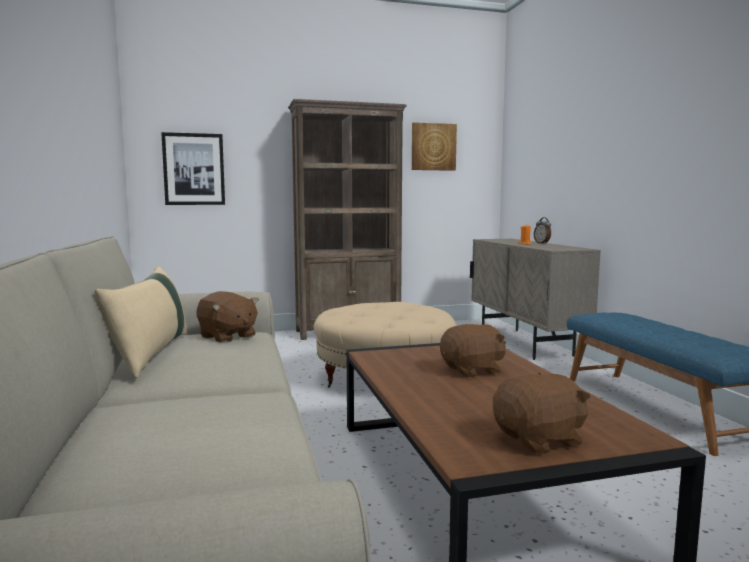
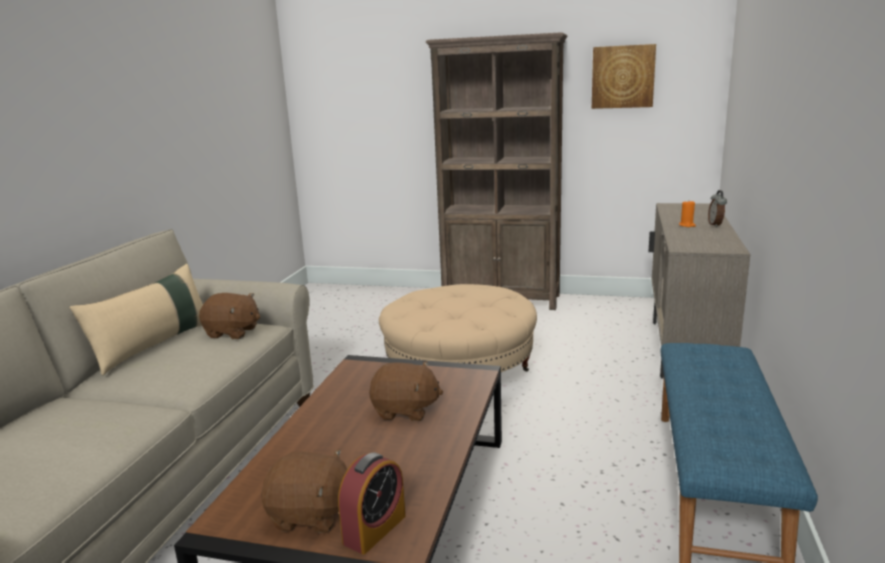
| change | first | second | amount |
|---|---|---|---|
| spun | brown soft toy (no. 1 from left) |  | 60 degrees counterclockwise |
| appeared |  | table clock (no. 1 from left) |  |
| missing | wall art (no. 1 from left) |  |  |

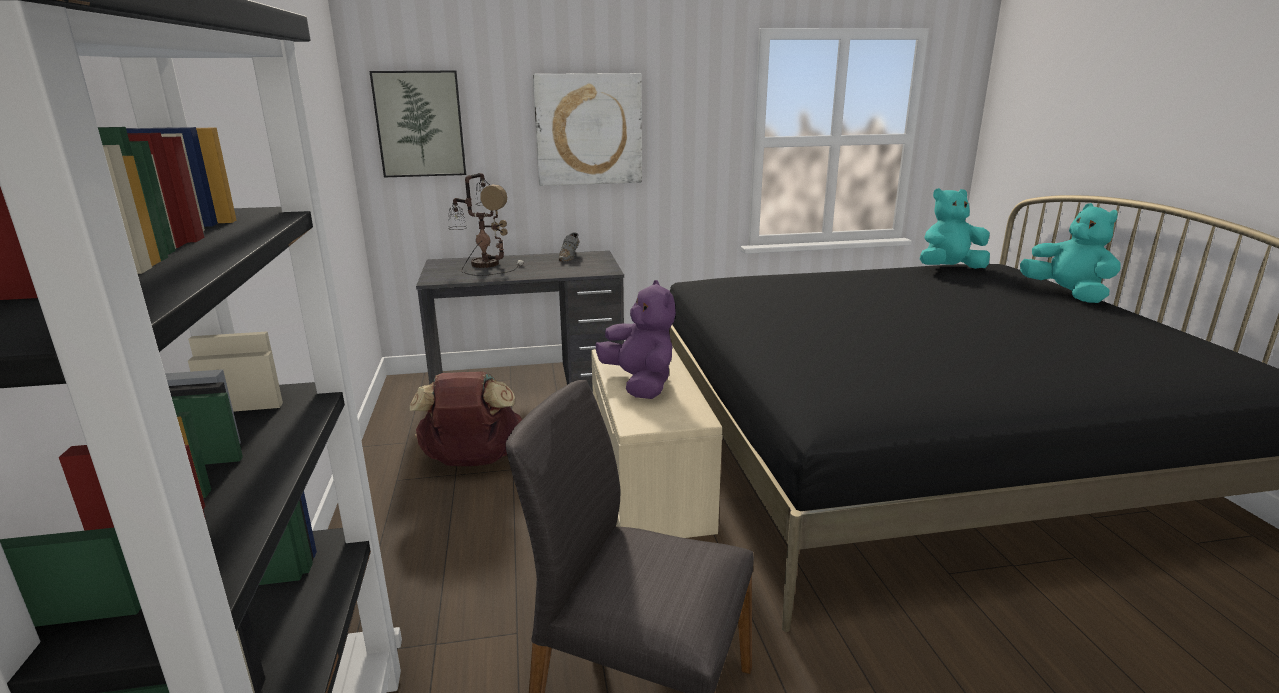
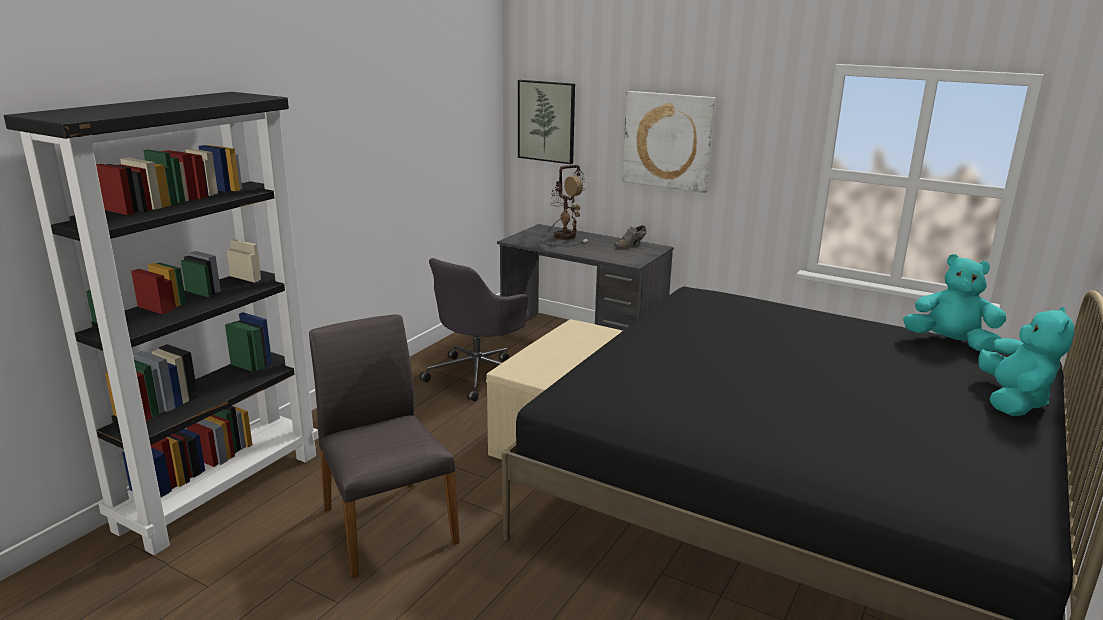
| change | first | second | amount |
|---|---|---|---|
| exchanged | brown knapsack | grey office chair |  |
| missing | purplish soft toy |  |  |

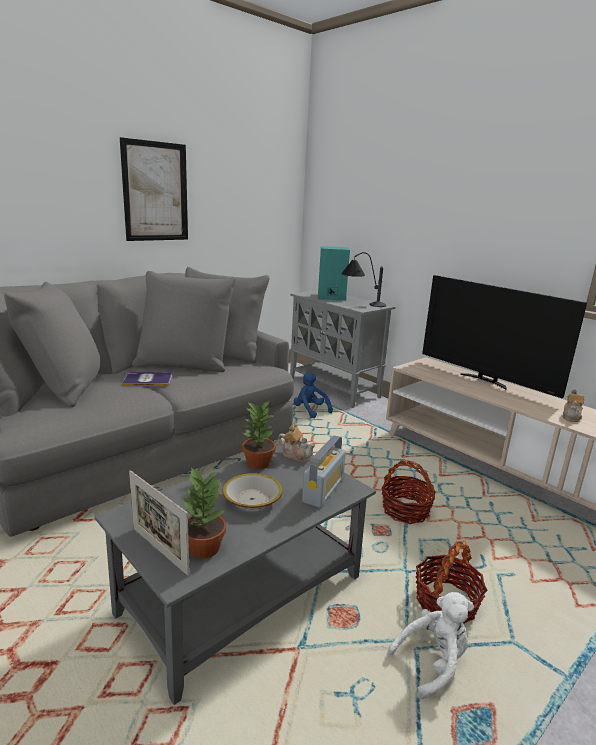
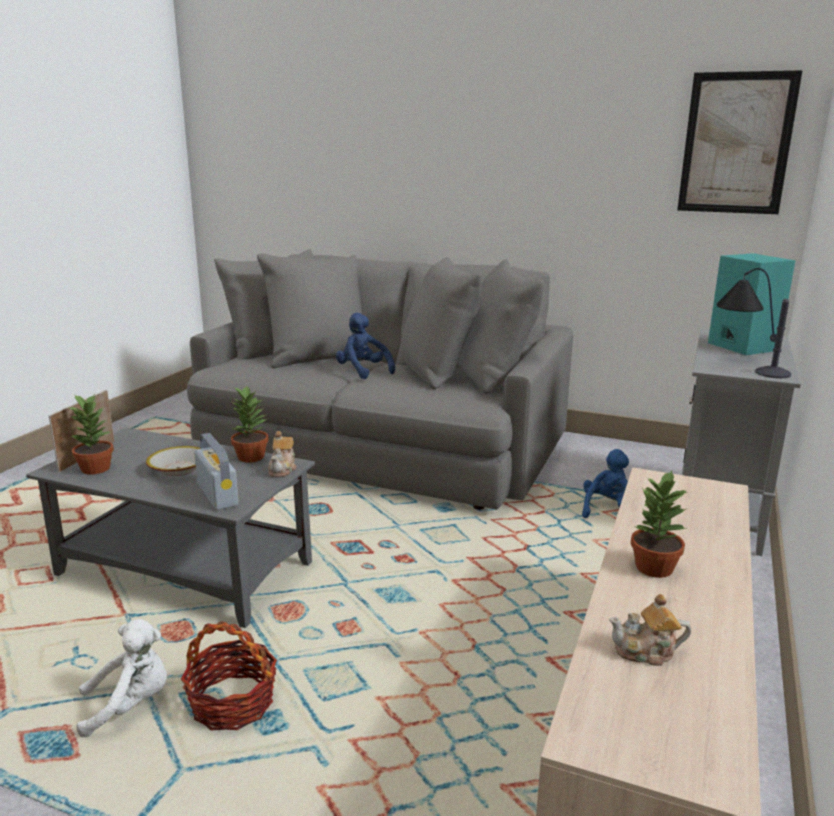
| change | first | second | amount |
|---|---|---|---|
| spun | white soft toy |  | 60 degrees counterclockwise |
| spun | radio receiver |  | 120 degrees counterclockwise |
| exchanged | book | bluish soft toy (no. 1 from left) |  |
| appeared |  | plant in a pot (no. 3 from left) |  |
| relocated | wall art |  |  |
| missing | storage basket (no. 1 from left) |  |  |
| missing | TV |  |  |

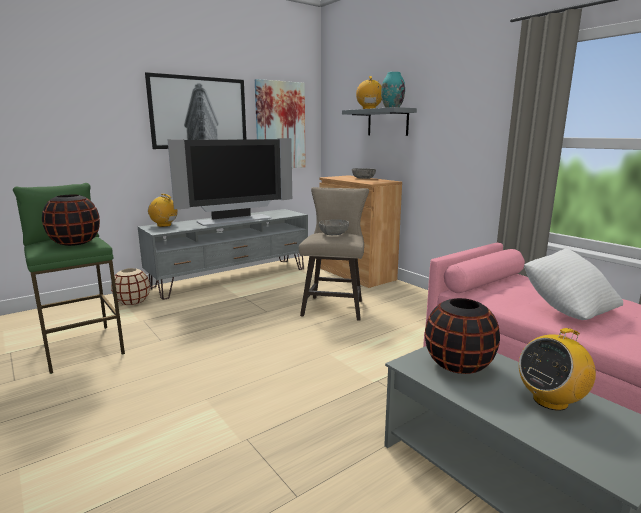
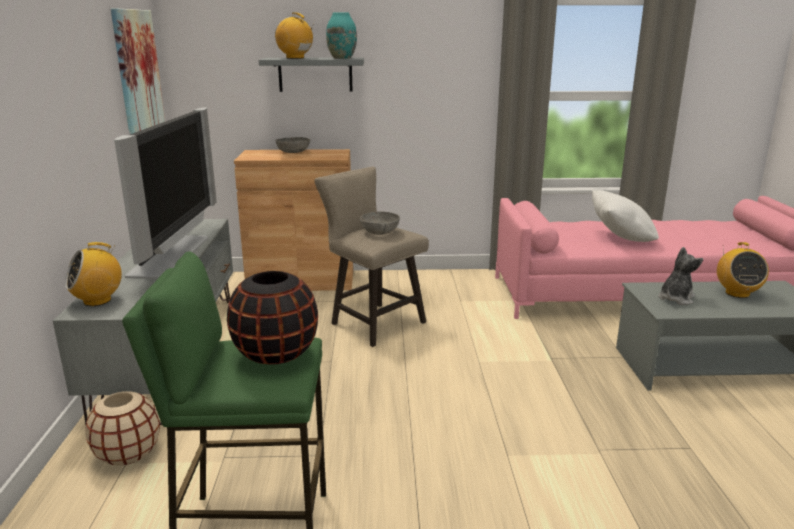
| change | first | second | amount |
|---|---|---|---|
| exchanged | black vase (no. 2 from left) | soft toy |  |
| missing | wall art (no. 1 from left) |  |  |

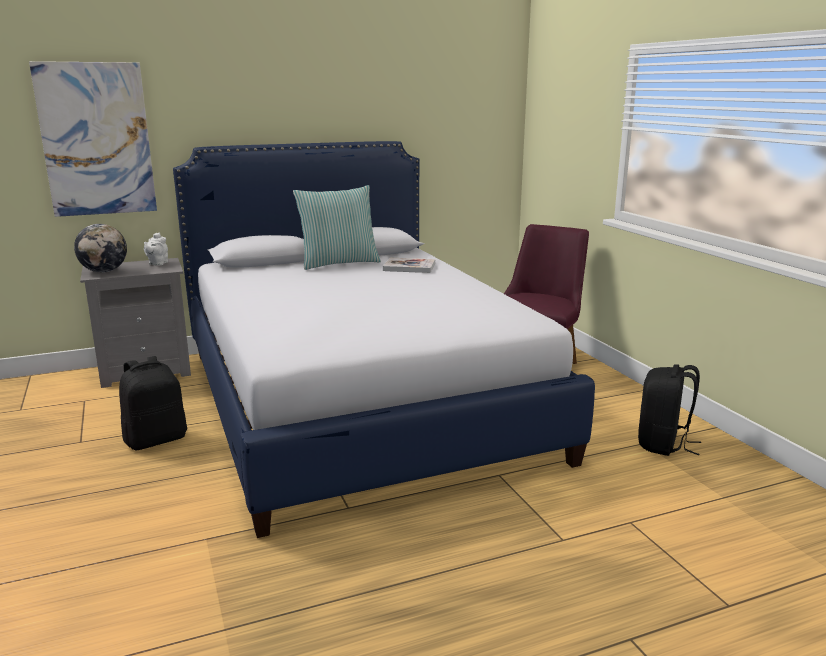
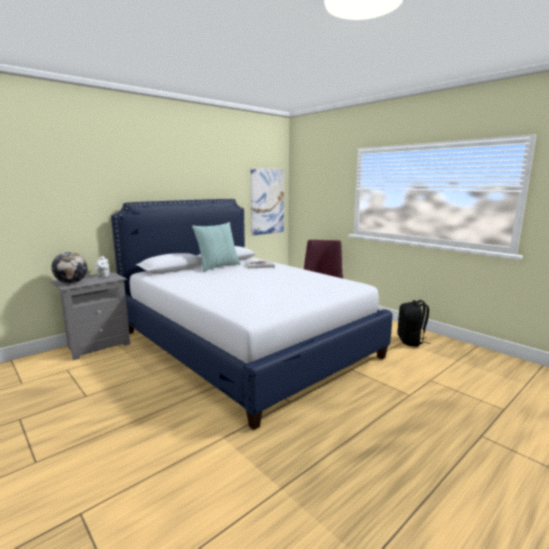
| change | first | second | amount |
|---|---|---|---|
| relocated | wall art |  |  |
| missing | black knapsack (no. 1 from left) |  |  |

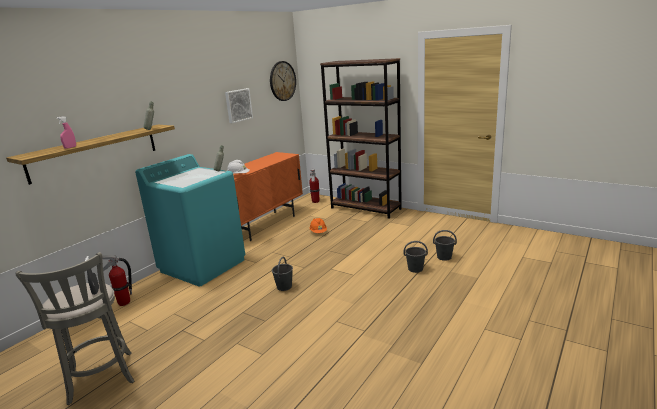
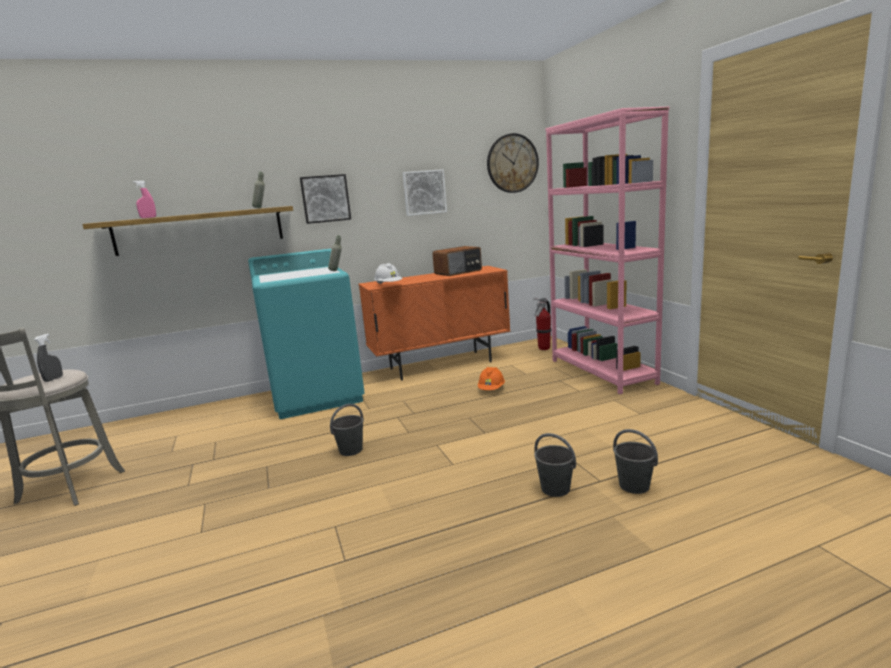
| change | first | second | amount |
|---|---|---|---|
| appeared |  | wall art (no. 1 from left) |  |
| appeared |  | radio receiver |  |
| colour | brown shelving unit | pink shelving unit |  |
| missing | fire extinguisher (no. 1 from left) |  |  |

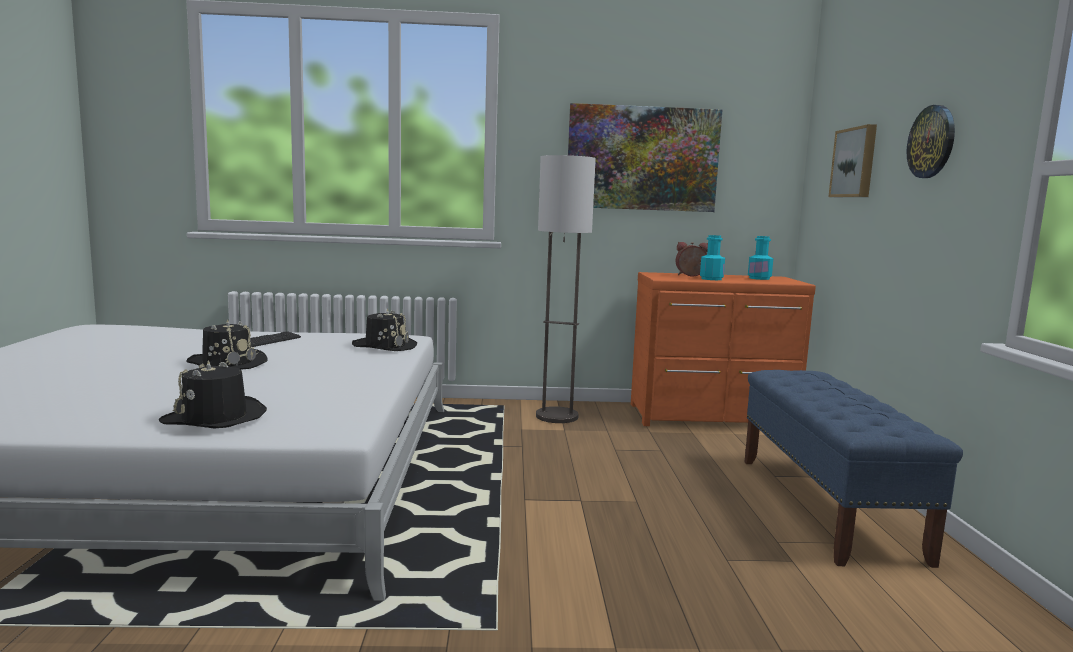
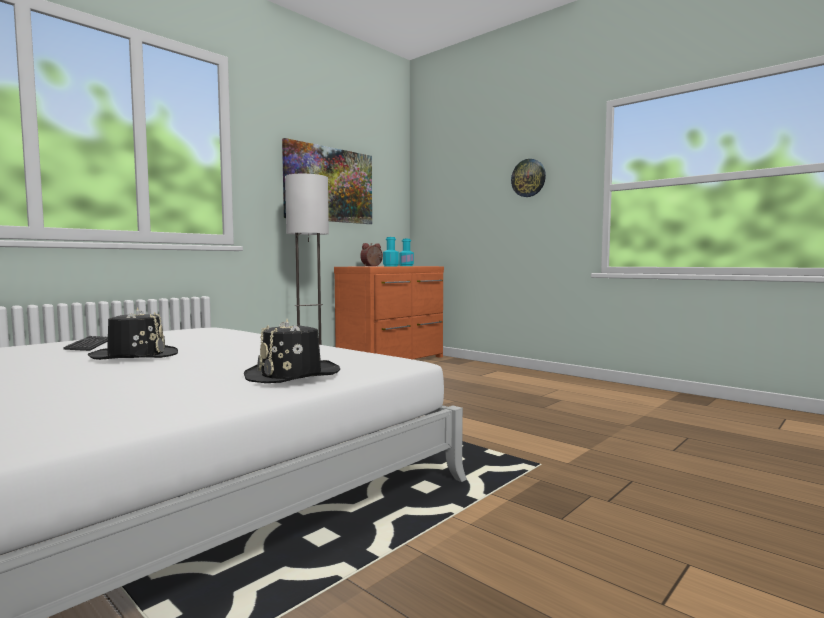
| change | first | second | amount |
|---|---|---|---|
| missing | black hat (no. 3 from left) |  |  |
| missing | bluish indoor bench |  |  |
| missing | wall art (no. 2 from left) |  |  |

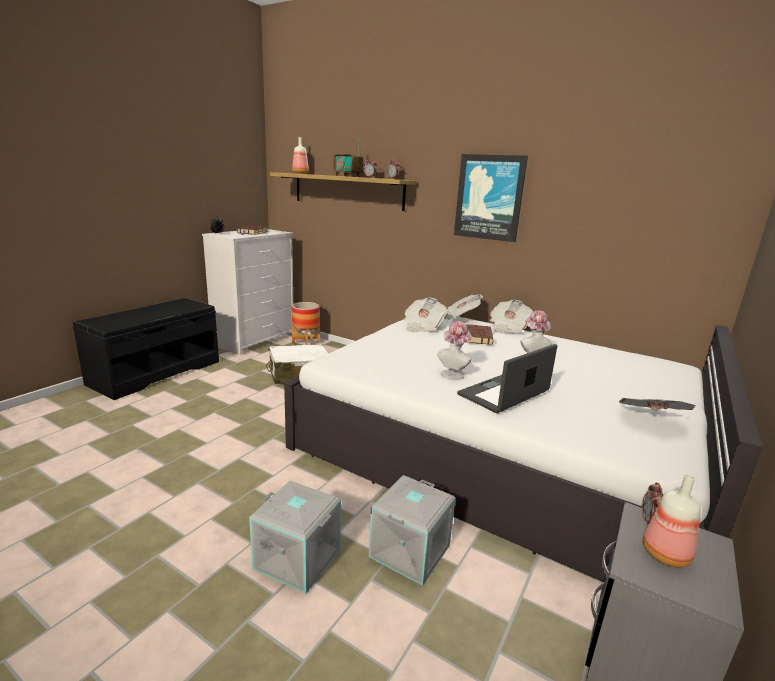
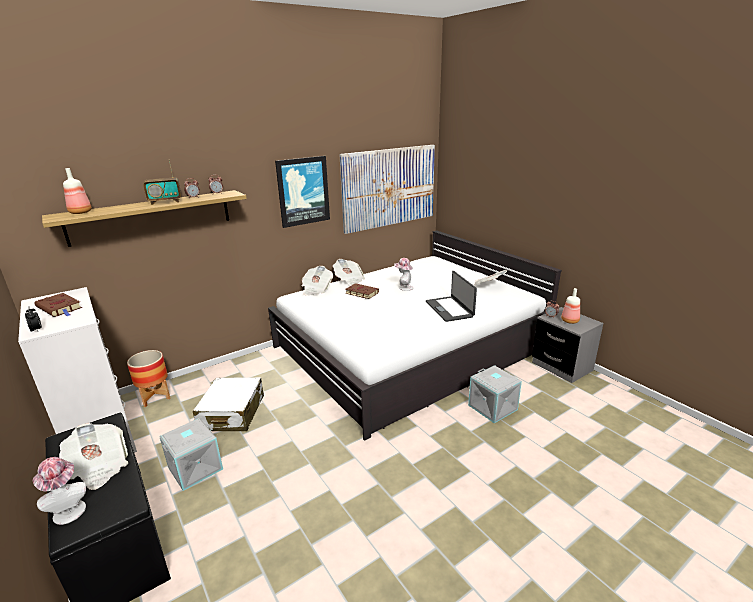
| change | first | second | amount |
|---|---|---|---|
| relocated | hat (no. 1 from left) |  |  |
| relocated | daily paper (no. 1 from left) |  |  |
| relocated | grey storage box (no. 1 from left) |  |  |
| appeared |  | wall art (no. 2 from left) |  |

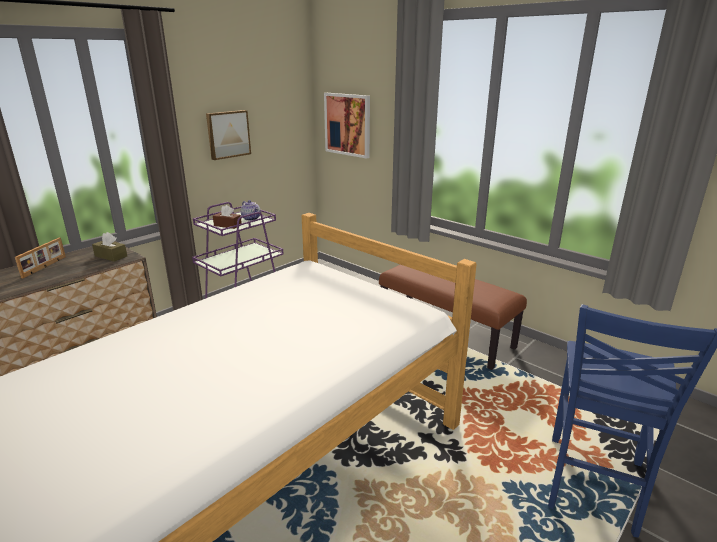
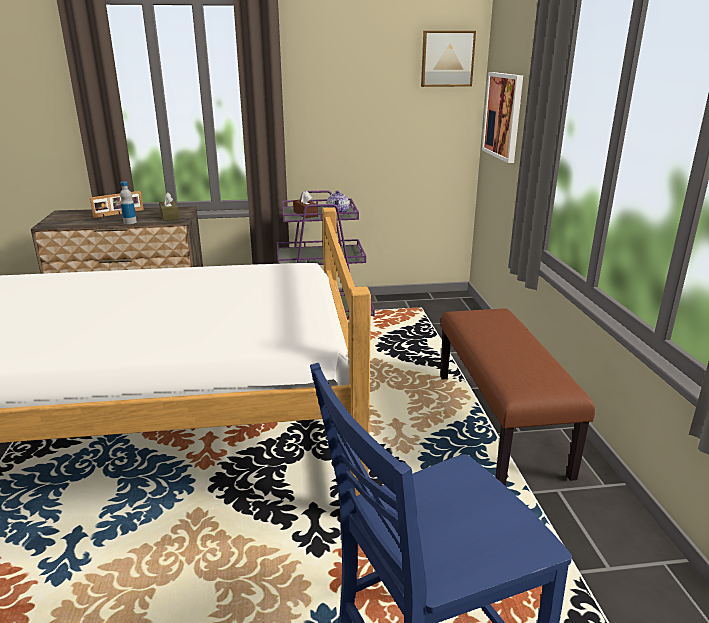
| change | first | second | amount |
|---|---|---|---|
| appeared |  | drink bottle |  |
| relocated | wall art (no. 1 from left) |  |  |

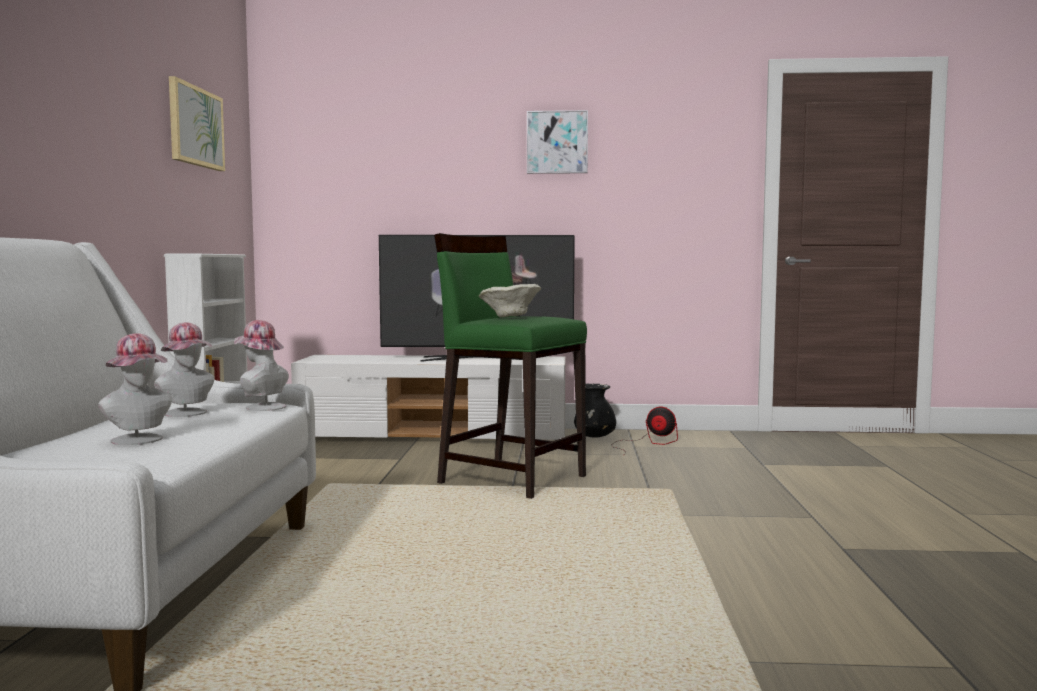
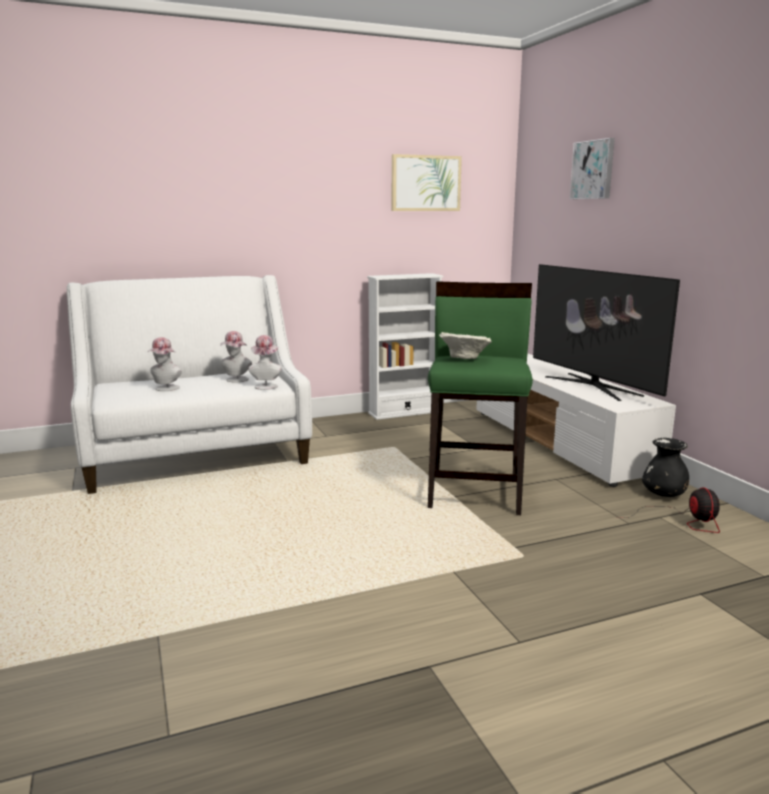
| change | first | second | amount |
|---|---|---|---|
| relocated | wall art (no. 2 from left) |  |  |

